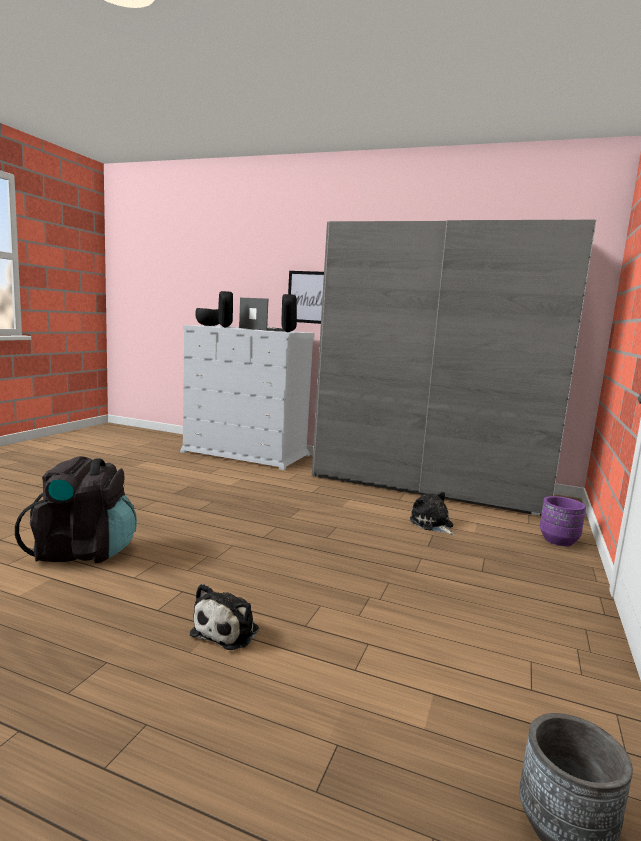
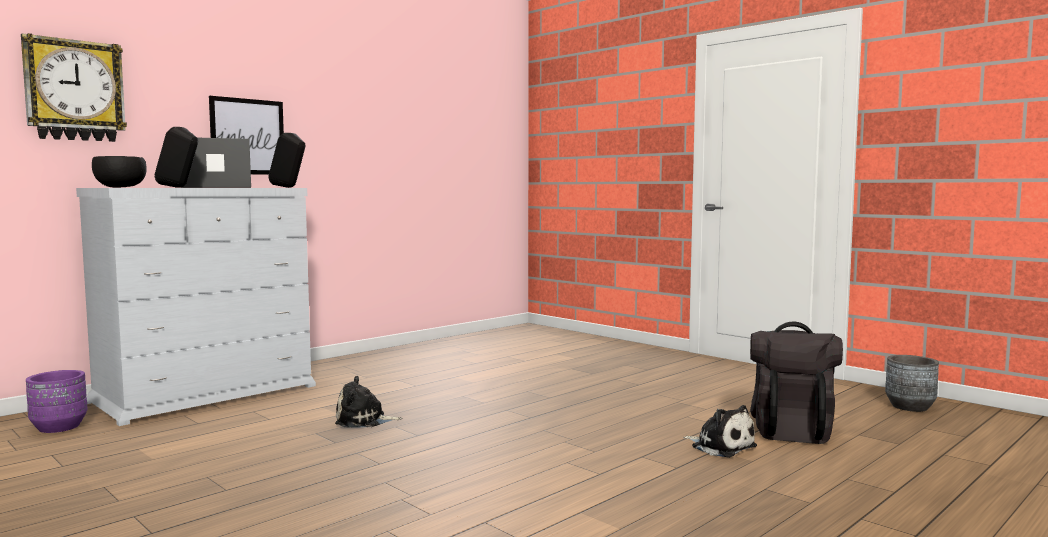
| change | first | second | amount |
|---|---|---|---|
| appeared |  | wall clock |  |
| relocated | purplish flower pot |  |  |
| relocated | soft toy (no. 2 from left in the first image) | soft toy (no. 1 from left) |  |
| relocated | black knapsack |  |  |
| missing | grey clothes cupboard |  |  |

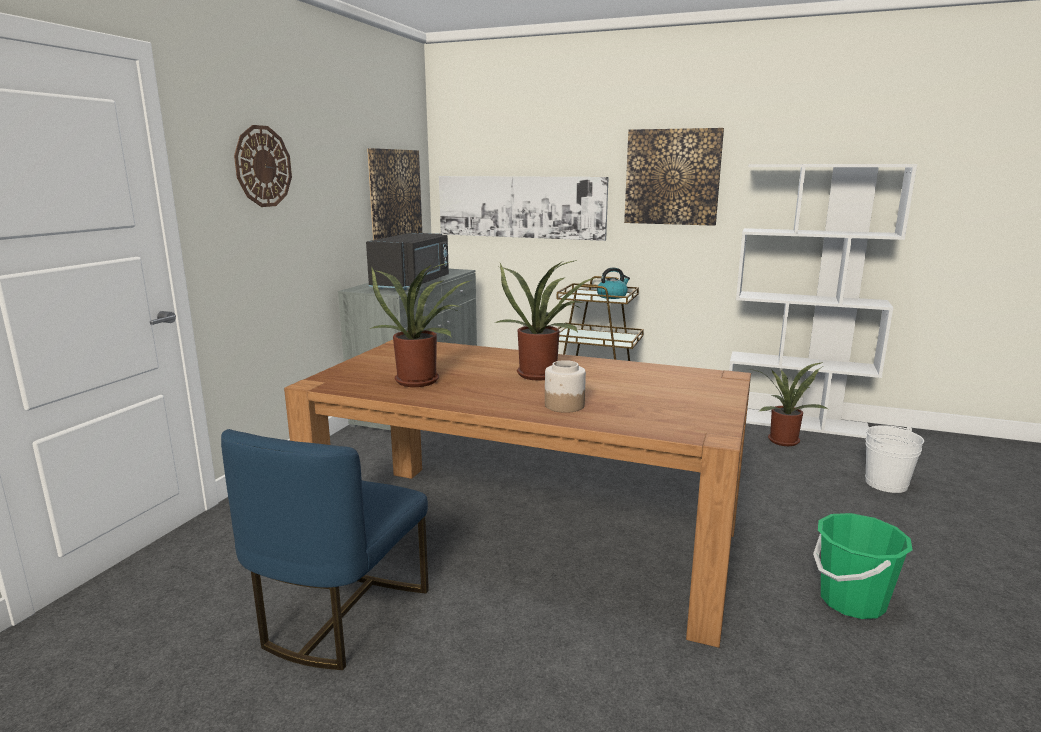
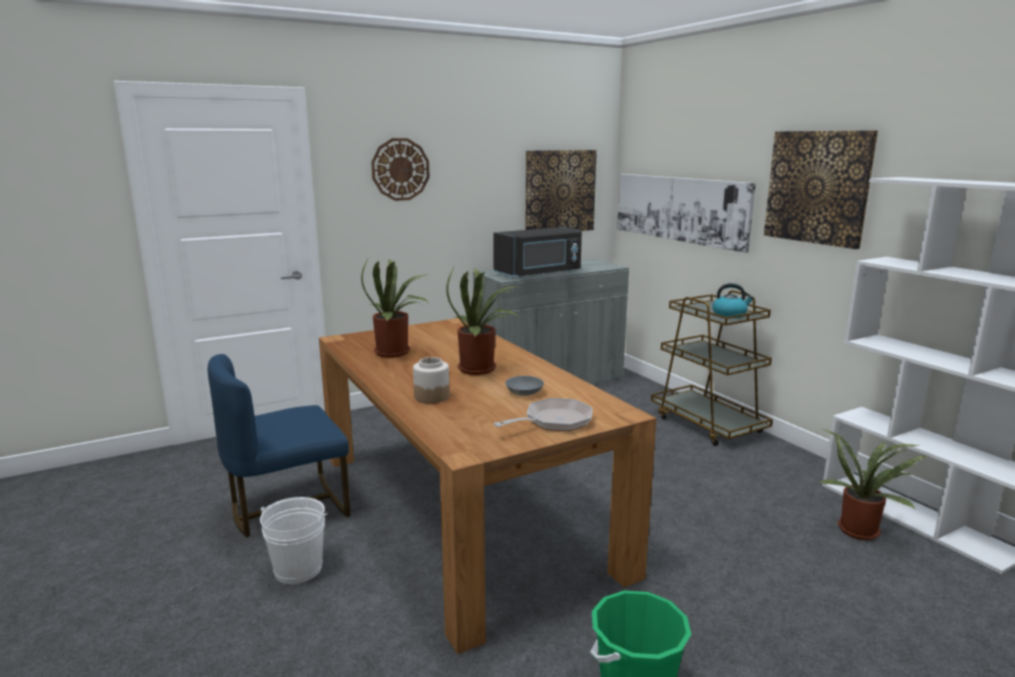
| change | first | second | amount |
|---|---|---|---|
| relocated | white bucket |  |  |
| appeared |  | skillet |  |
| appeared |  | grey bowl |  |

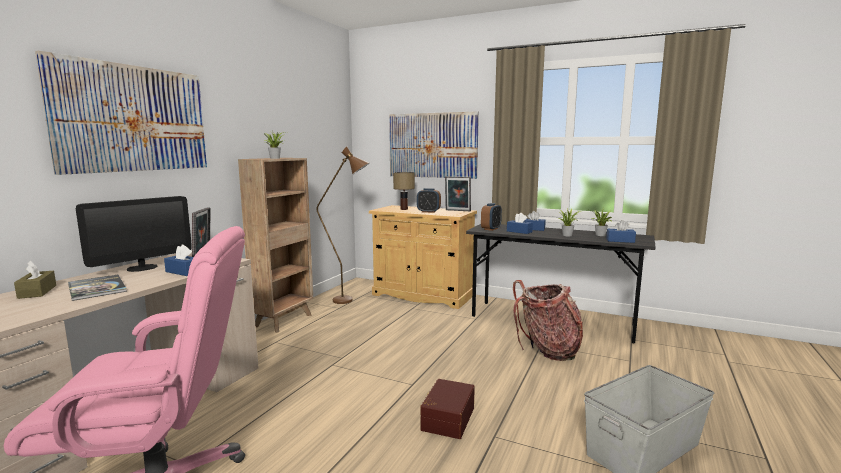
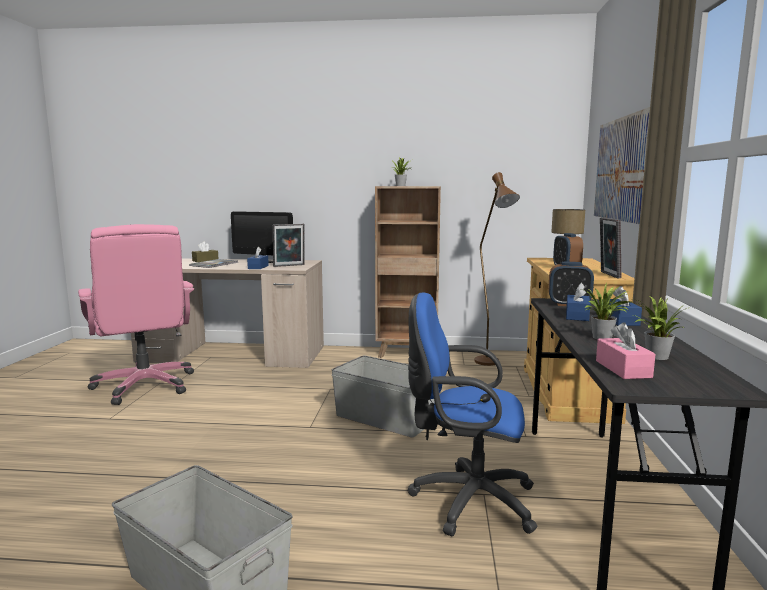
| change | first | second | amount |
|---|---|---|---|
| appeared |  | grey storage box (no. 2 from left) |  |
| exchanged | knapsack | bluish office chair |  |
| colour | bluish box of tissues (no. 4 from left) | pink box of tissues |  |
| missing | wall art (no. 1 from left) |  |  |
| missing | brown storage box |  |  |

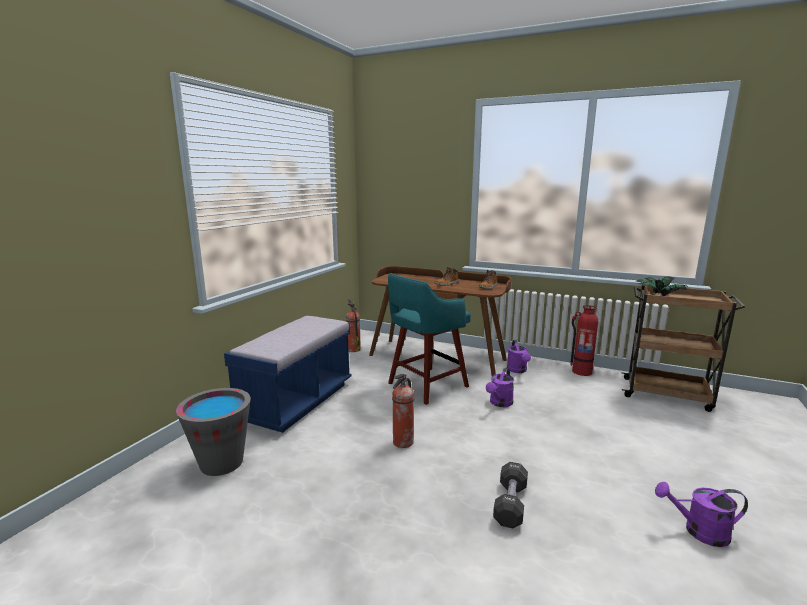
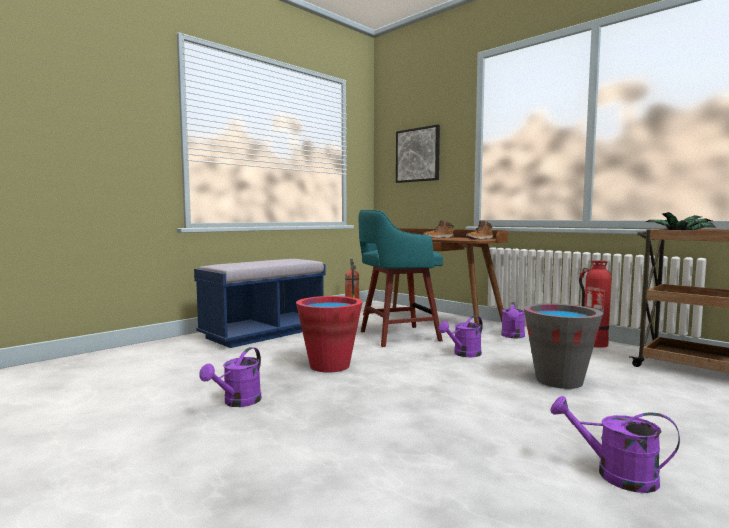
| change | first | second | amount |
|---|---|---|---|
| appeared |  | purplish watering can (no. 1 from left) |  |
| exchanged | fire extinguisher (no. 2 from left) | red bucket |  |
| appeared |  | wall art |  |
| relocated | grey bucket |  |  |
| missing | black dumbbell |  |  |

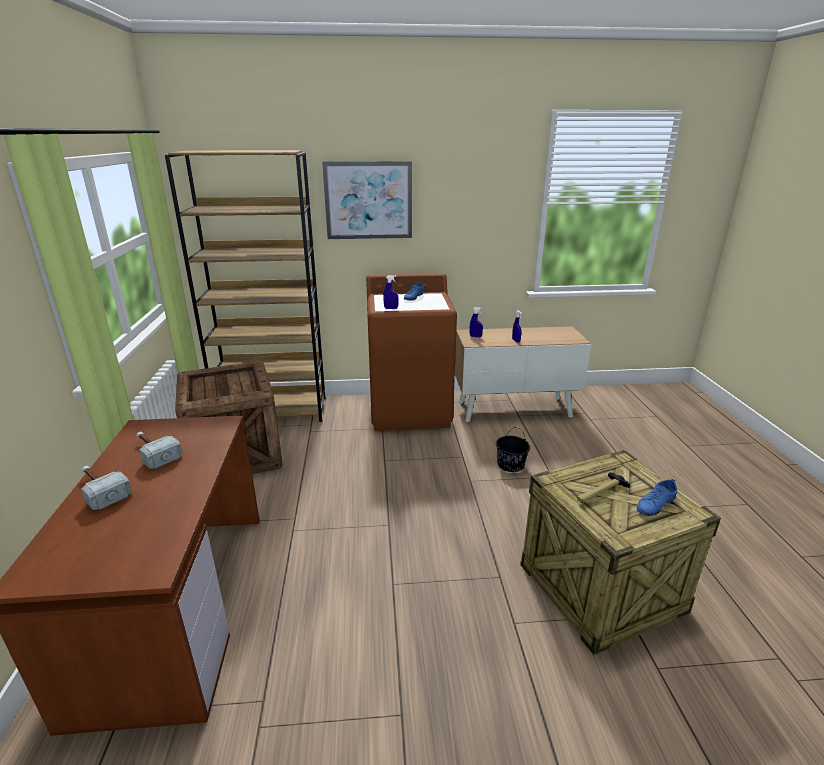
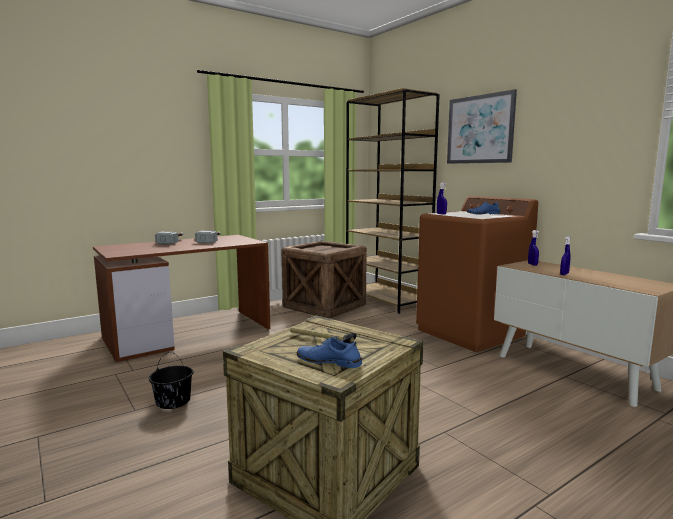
| change | first | second | amount |
|---|---|---|---|
| relocated | black bucket |  |  |

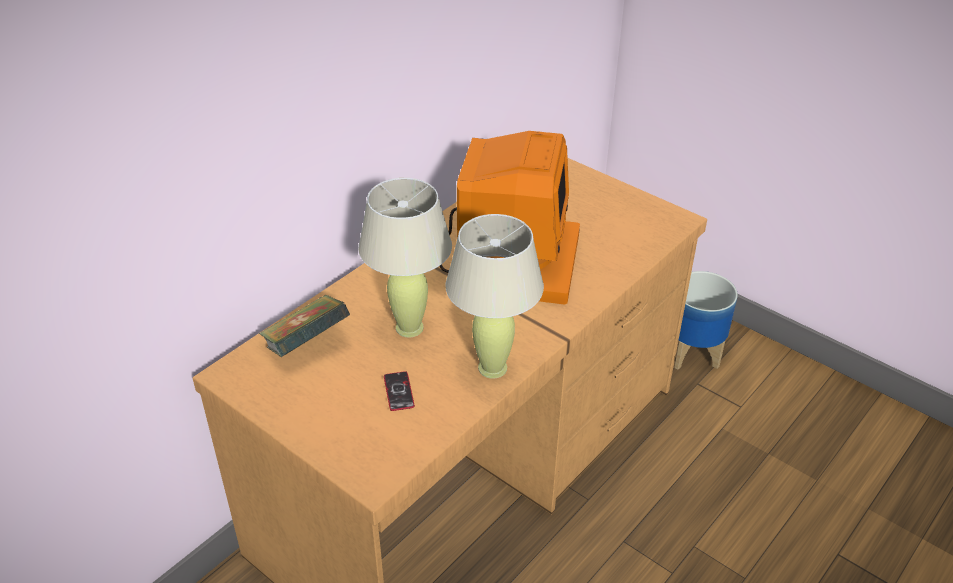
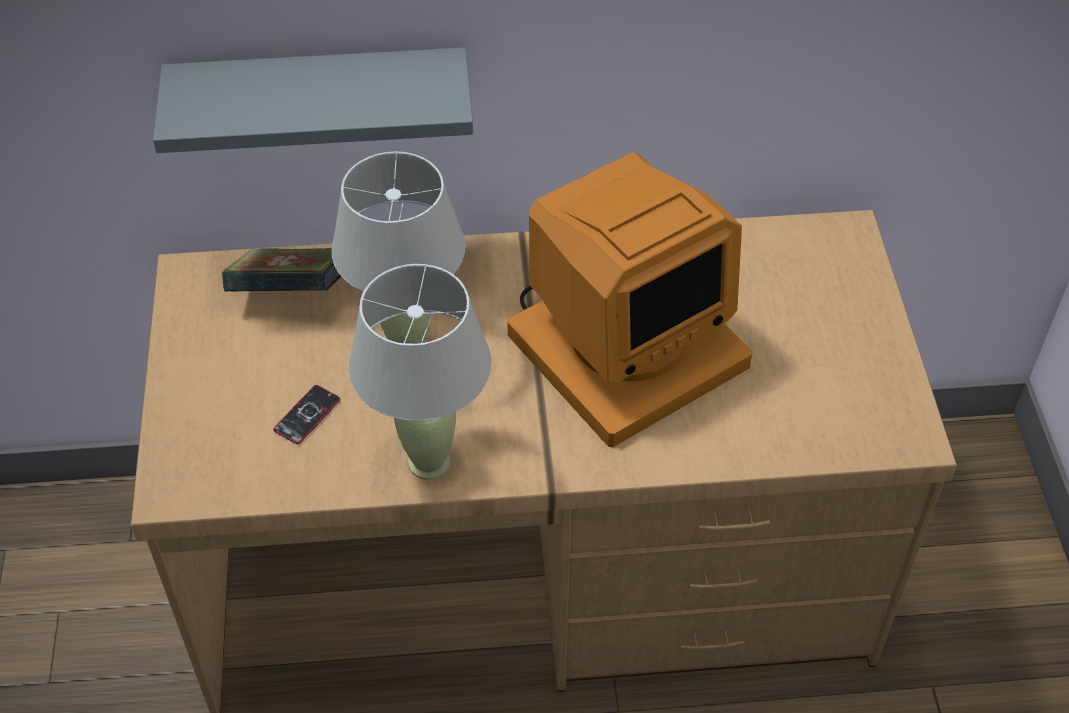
| change | first | second | amount |
|---|---|---|---|
| appeared |  | grey wall shelf |  |
| missing | flower pot |  |  |

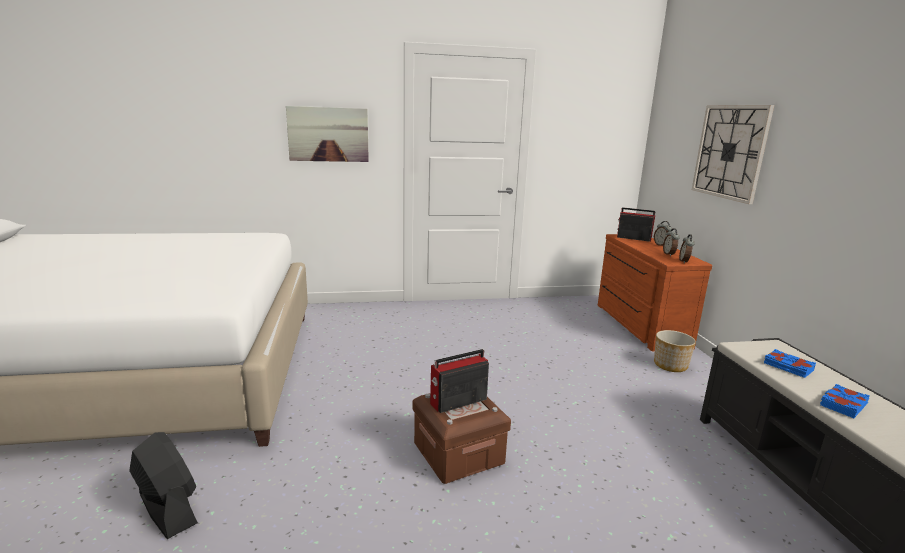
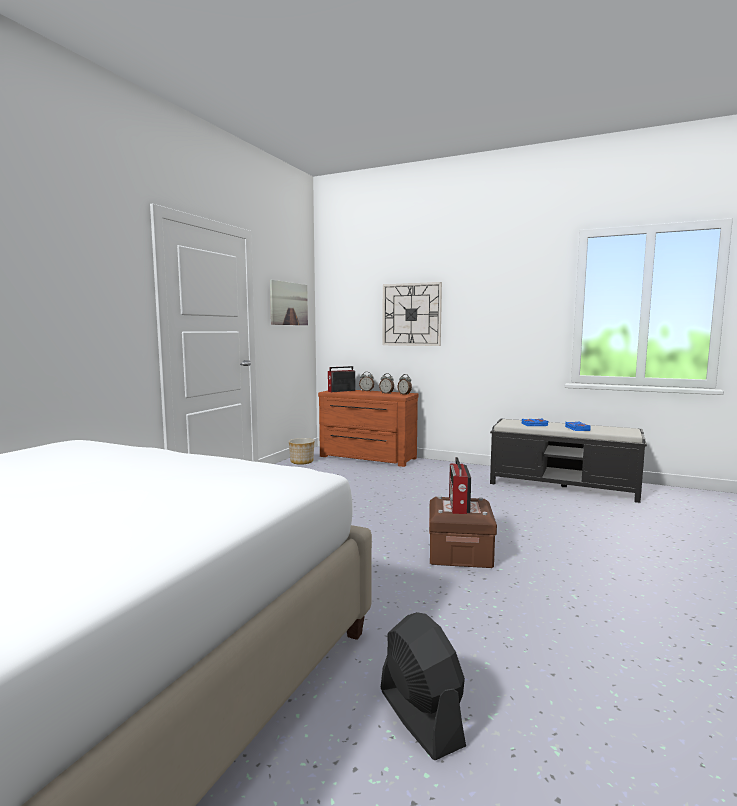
| change | first | second | amount |
|---|---|---|---|
| relocated | wall art |  |  |
| relocated | flower pot |  |  |
| spun | black cooling fan |  | 75 degrees clockwise |

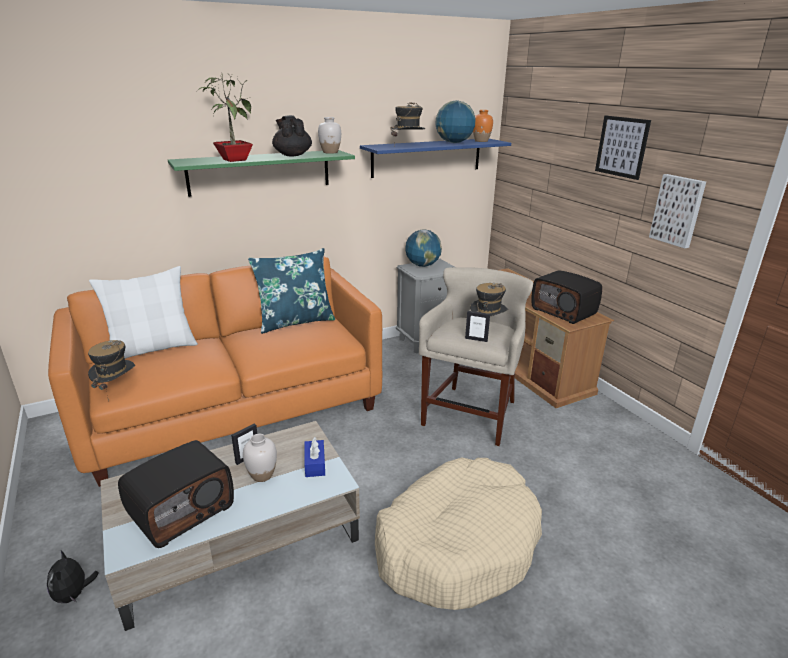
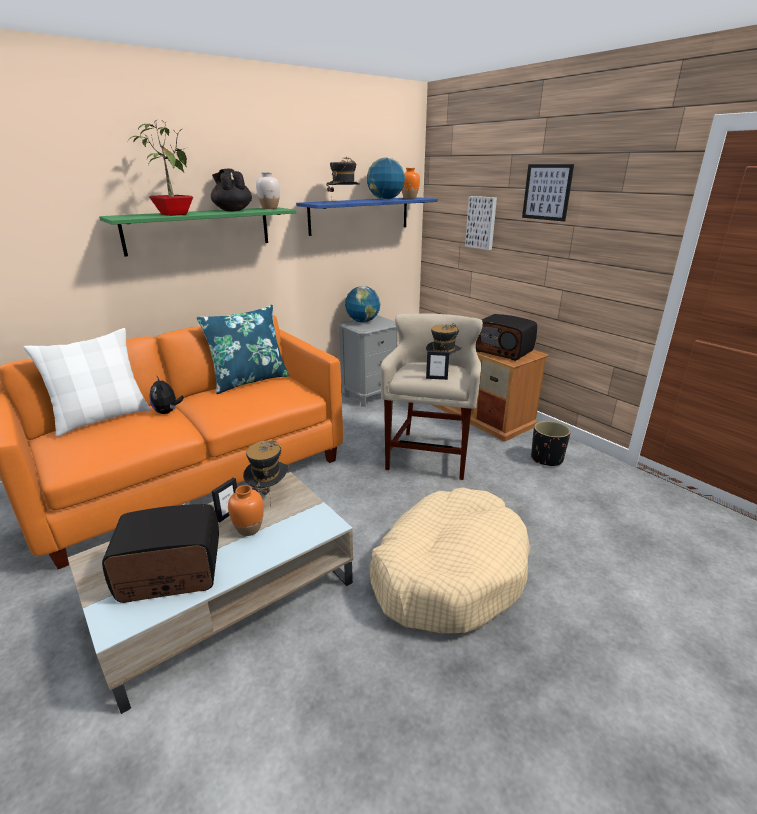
| change | first | second | amount |
|---|---|---|---|
| spun | radio receiver (no. 1 from left) |  | 135 degrees counterclockwise |
| relocated | soft toy |  |  |
| colour | white vase (no. 1 from left) | orange-coloured vase (no. 1 from left) |  |
| relocated | hat (no. 1 from left) |  |  |
| relocated | wall art (no. 2 from left in the first image) | wall art (no. 1 from left) |  |
| appeared |  | black flower pot |  |
| missing | bluish box of tissues |  |  |

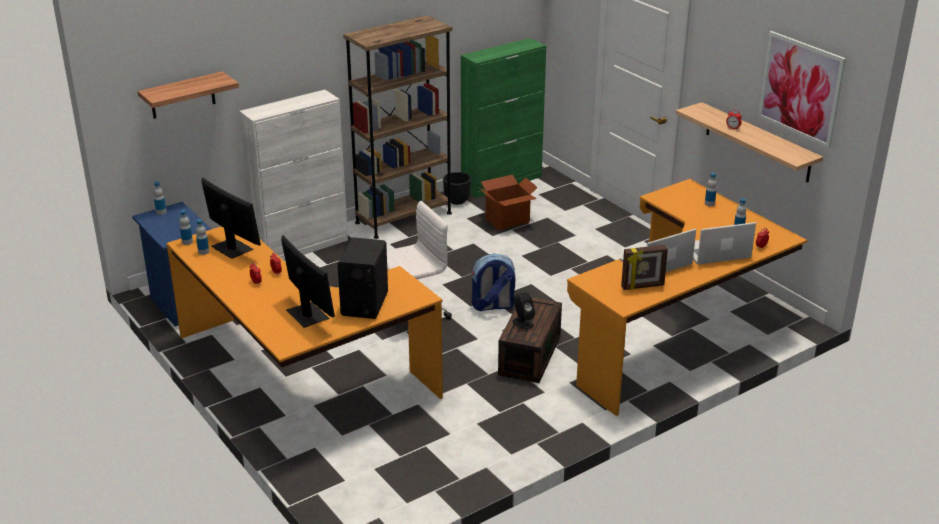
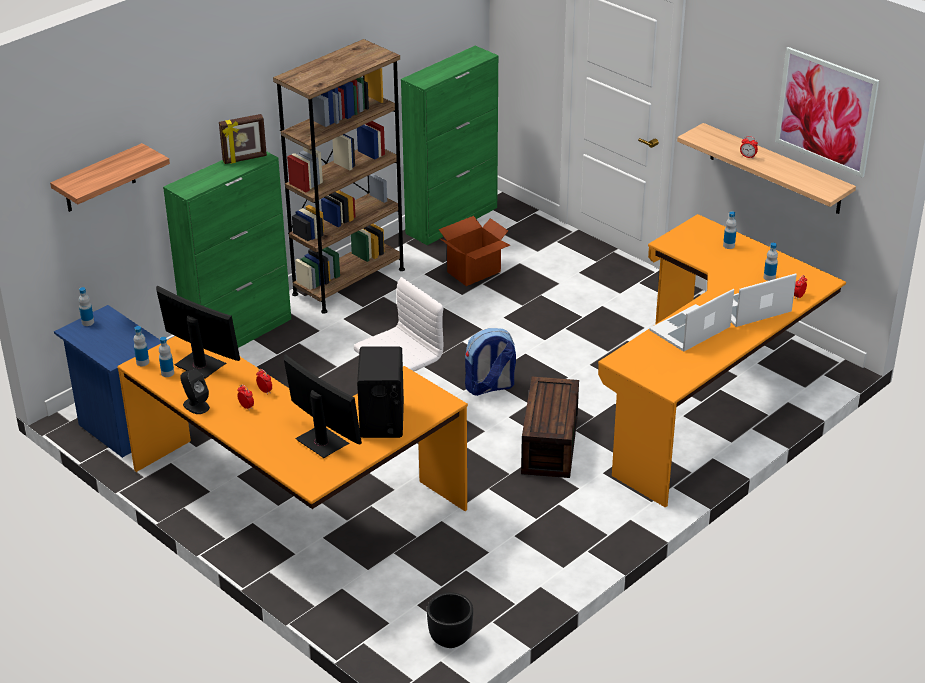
| change | first | second | amount |
|---|---|---|---|
| colour | white cabinet | green-coloured cabinet (no. 1 from left) |  |
| relocated | black loudspeaker (no. 2 from left in the first image) | black loudspeaker (no. 1 from left) |  |
| relocated | photo frame |  |  |
| relocated | black flower pot |  |  |

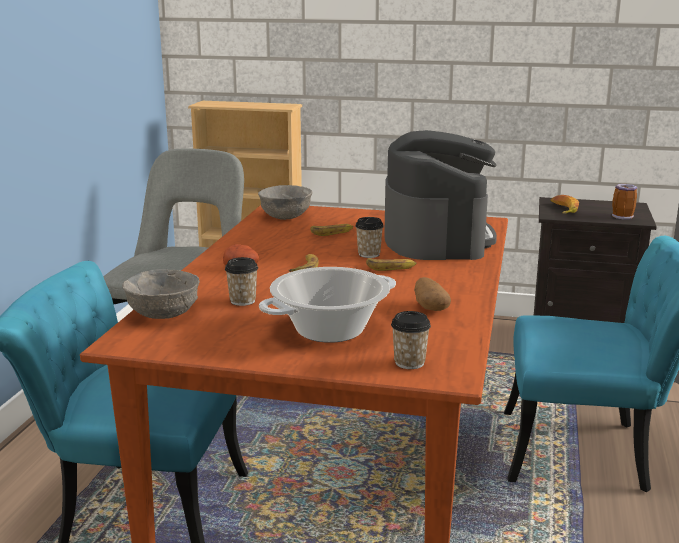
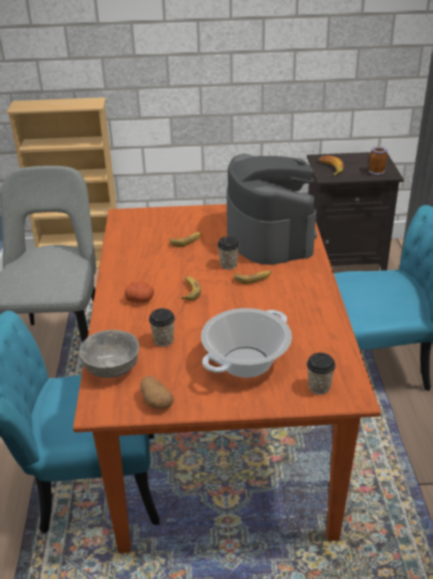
| change | first | second | amount |
|---|---|---|---|
| relocated | spud (no. 2 from left) |  |  |
| missing | grey bowl (no. 2 from left) |  |  |

